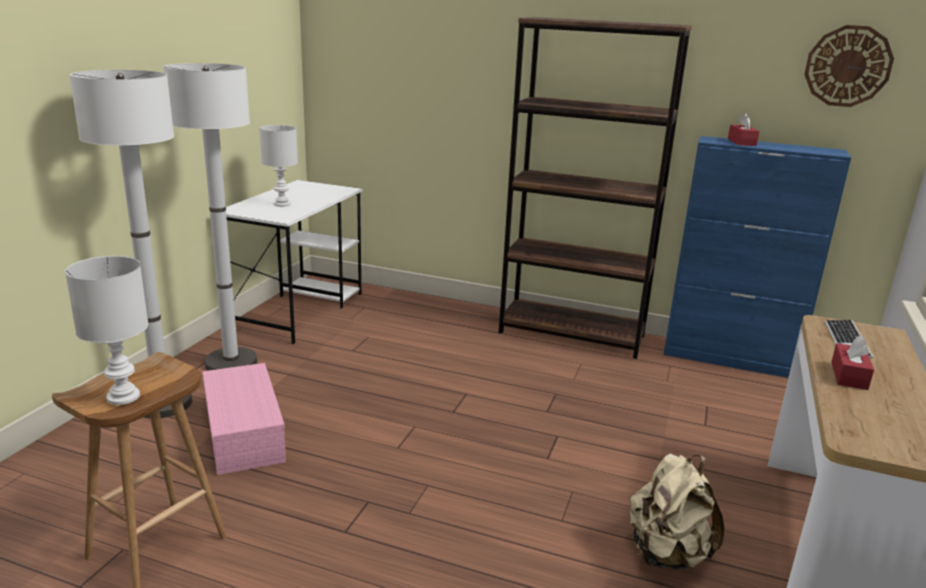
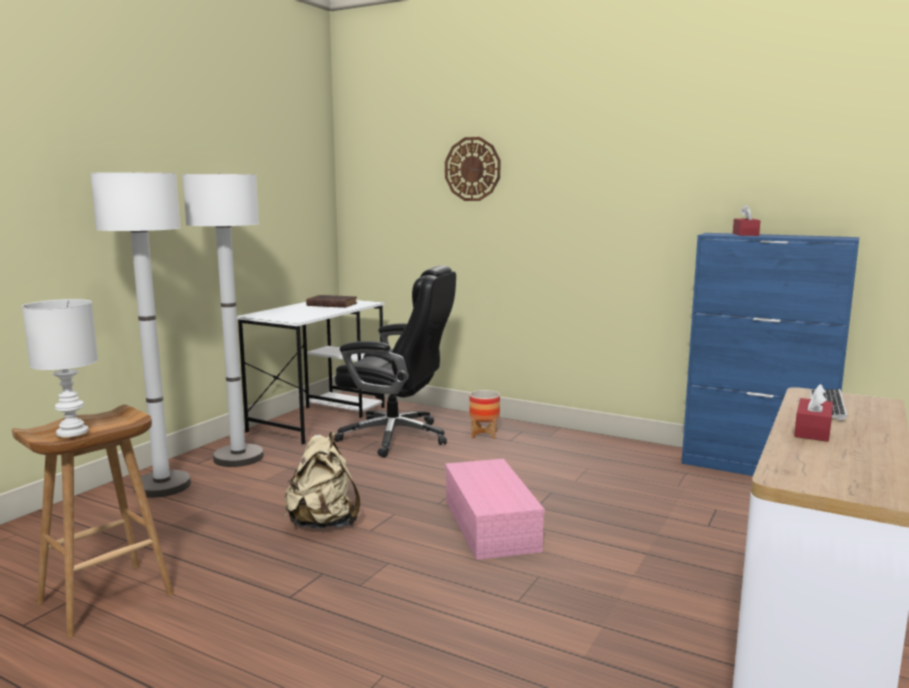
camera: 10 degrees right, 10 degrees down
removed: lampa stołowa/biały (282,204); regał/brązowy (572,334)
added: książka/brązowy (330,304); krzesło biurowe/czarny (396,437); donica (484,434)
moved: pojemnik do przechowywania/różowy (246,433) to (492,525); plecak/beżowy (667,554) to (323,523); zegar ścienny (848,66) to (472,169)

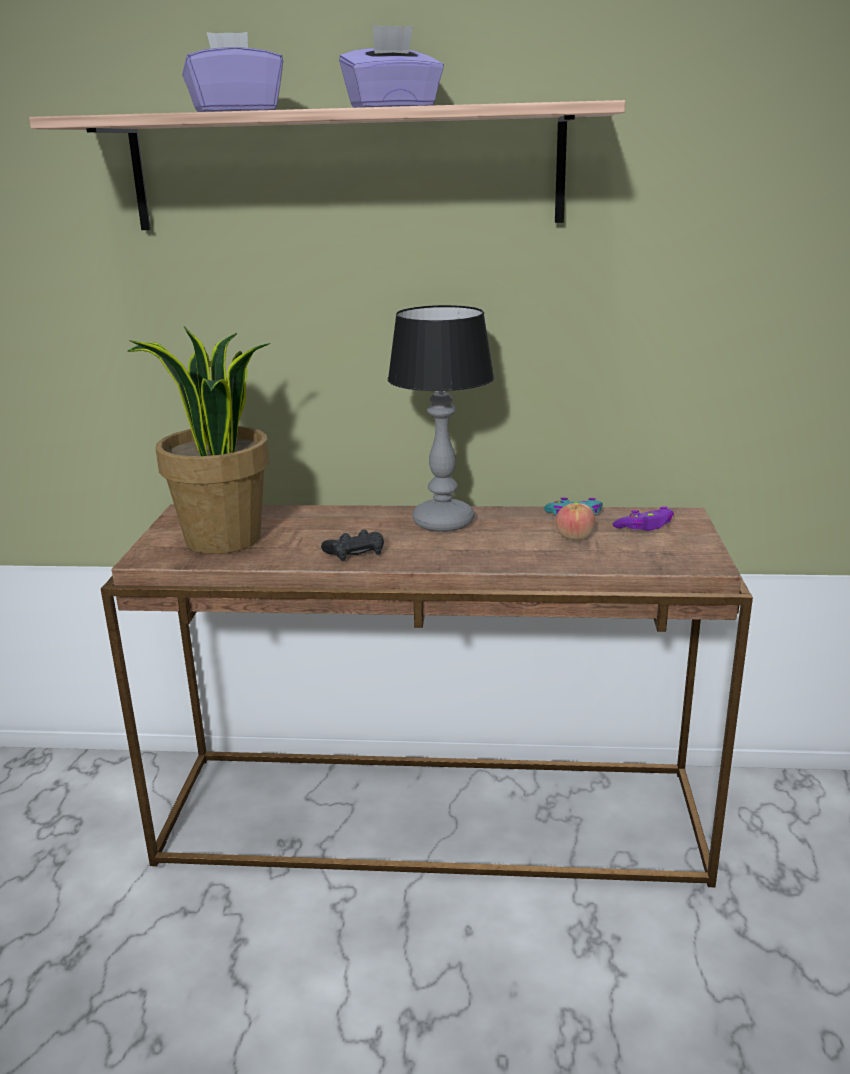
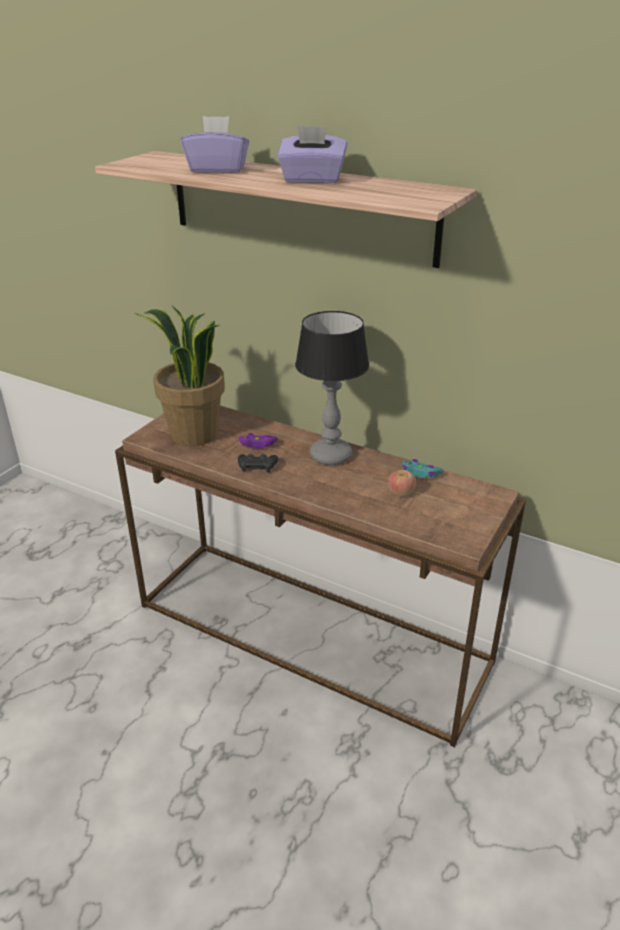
camera: 25 degrees right, 10 degrees up
moved: pad do gier/fioletowy (645,526) to (258,444)

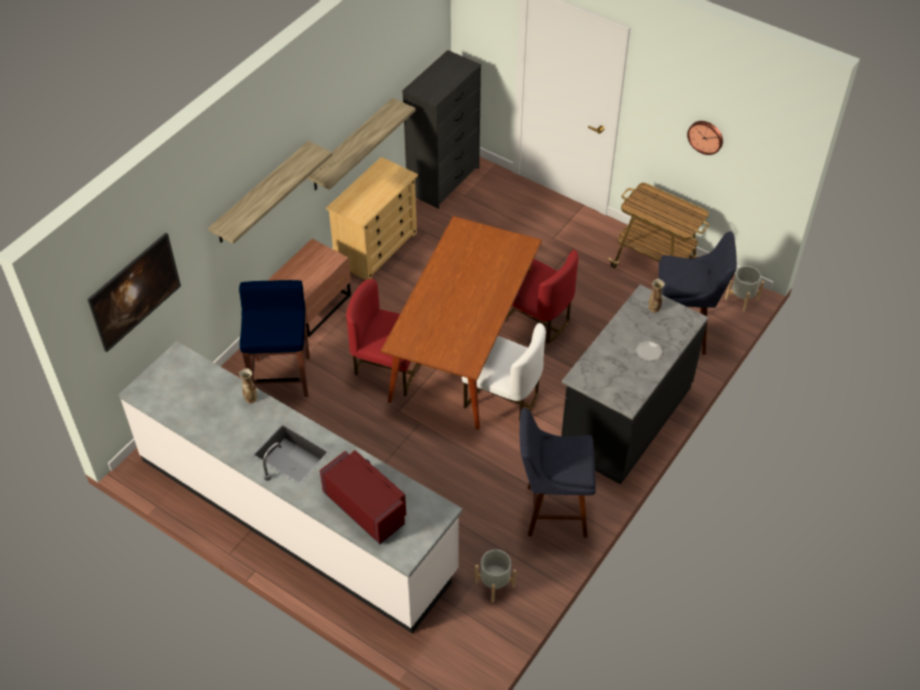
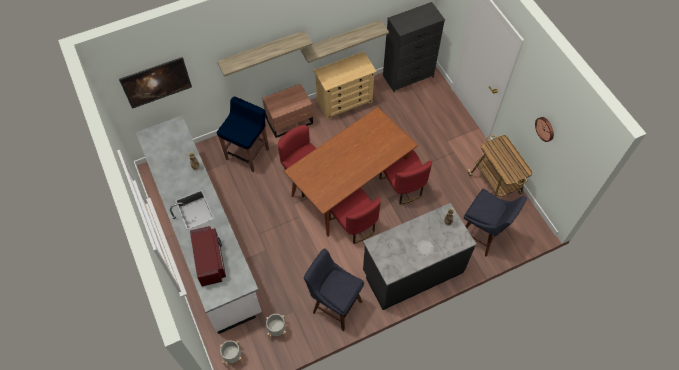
camera: 30 degrees right, 10 degrees up
moved: donica/szary (742,299) to (233,357)
recoloured: krzesło/biały (503,397) to krzesło/czerwony (353,224)

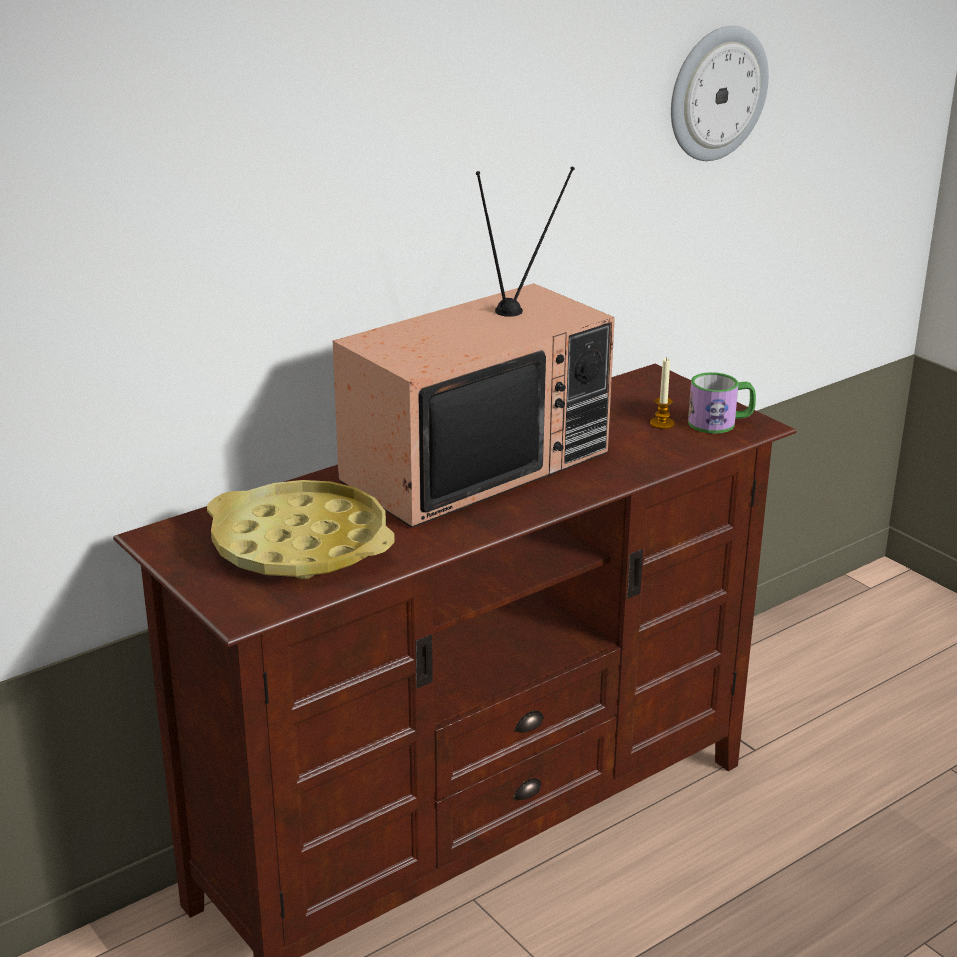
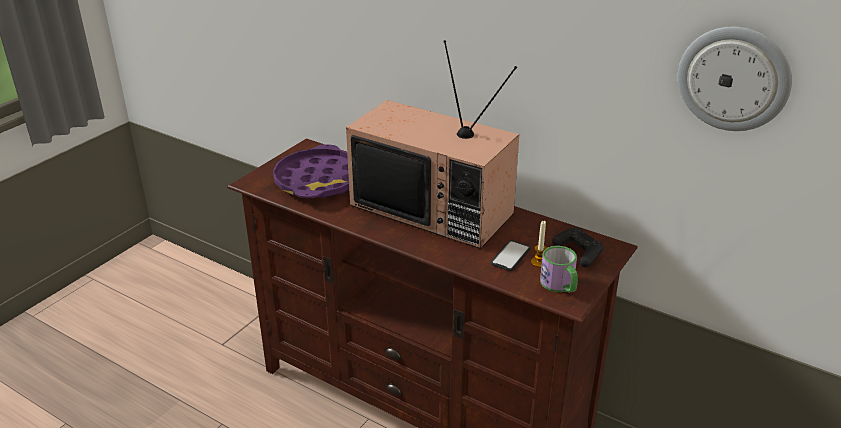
camera: 70 degrees right, 5 degrees up
added: telefon (510,256); pad do gier/czarny (578,252)
recoloured: taca/żółty (300,544) to taca/fioletowy (318,181)

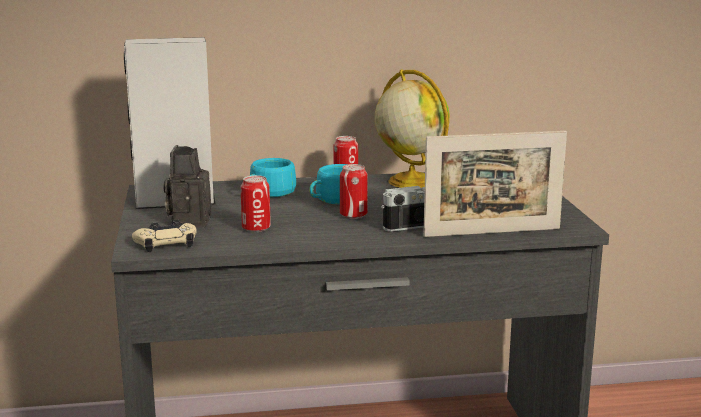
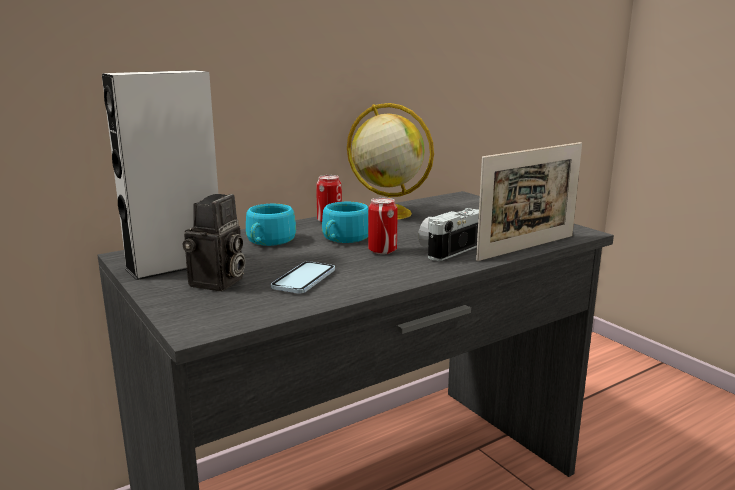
camera: 25 degrees left, 0 degrees up
removed: pad do gier/beżowy (166,243)
replaced: puszka (256,228) to telefon (304,279)
turned: aparat fotograficzny (189,221) = (218,283) 135 degrees counterclockwise

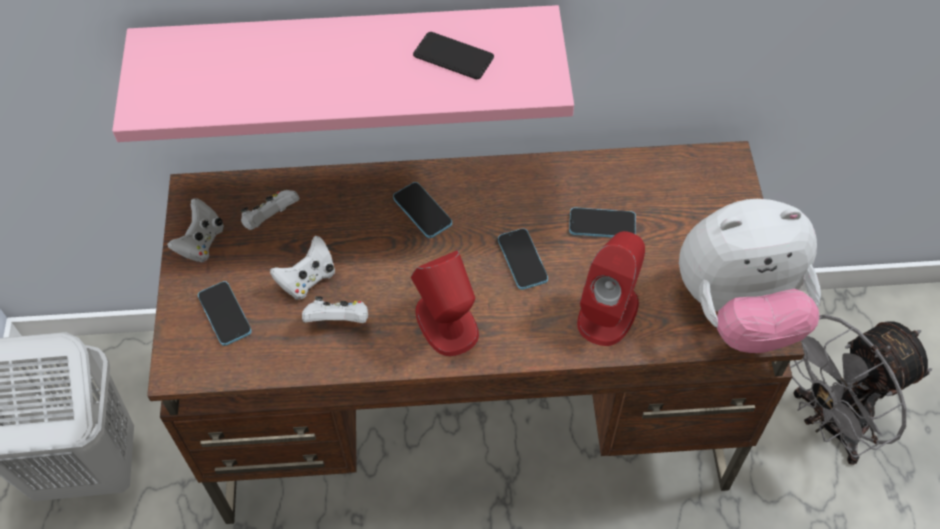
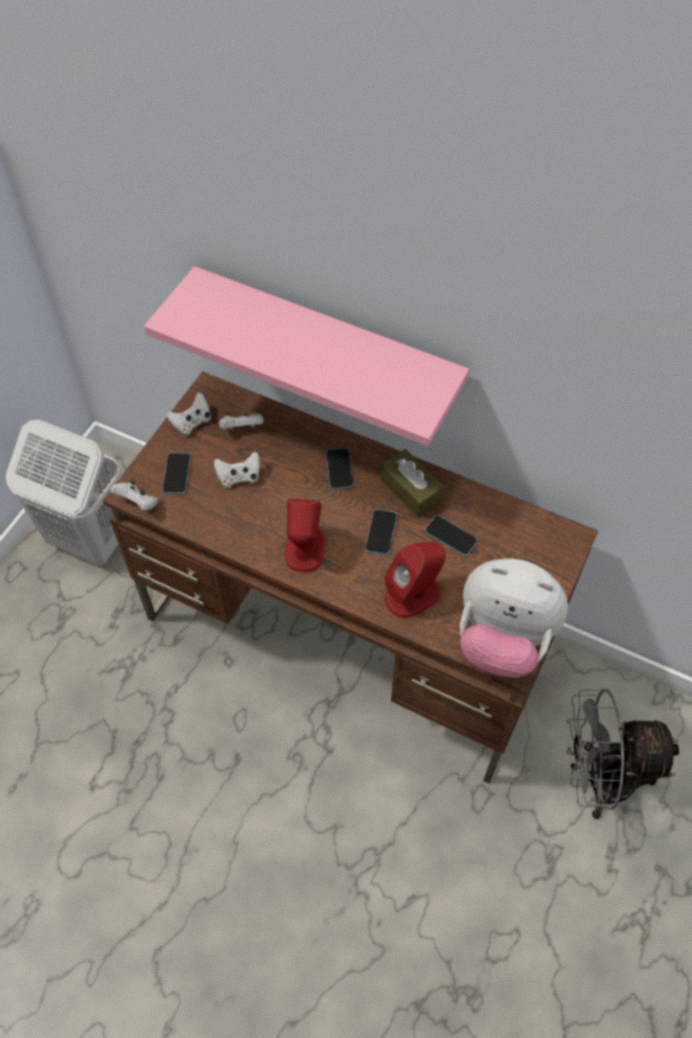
camera: 30 degrees right, 0 degrees up
removed: telefon (453,56)
added: pudełko chusteczek/brązowy (411,490)
moved: pad do gier/biały (338,321) to (138,503)

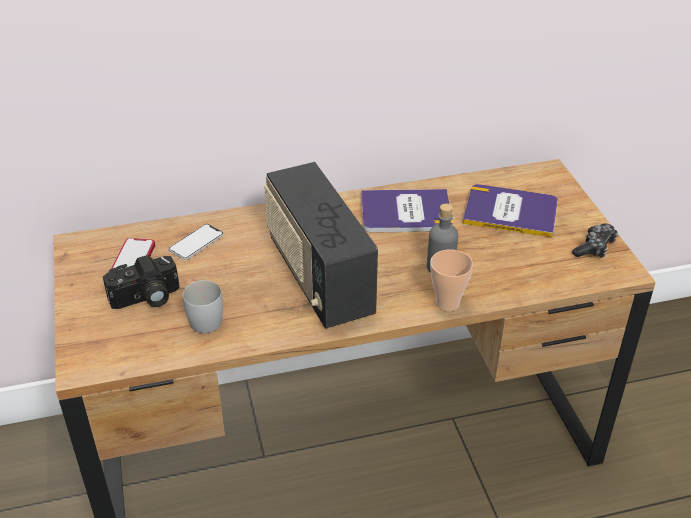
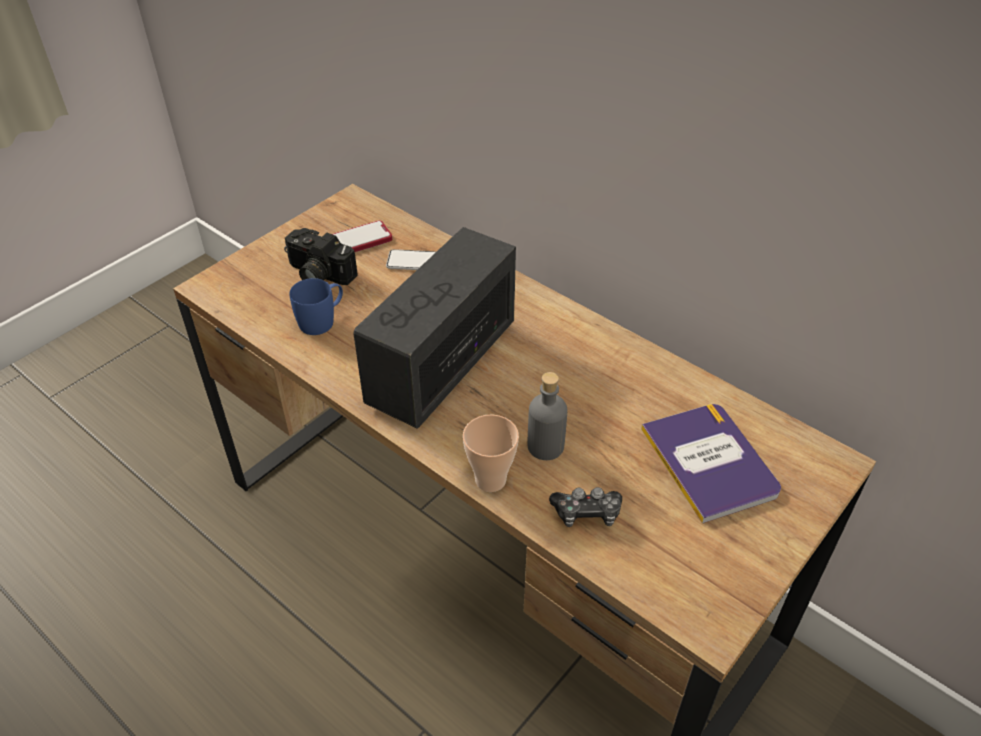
camera: 55 degrees right, 5 degrees up
removed: książka (406,212)
moved: pad do gier (594,247) to (586,513)
recoloured: kubek/biały (205,317) to kubek/niebieski (322,320)

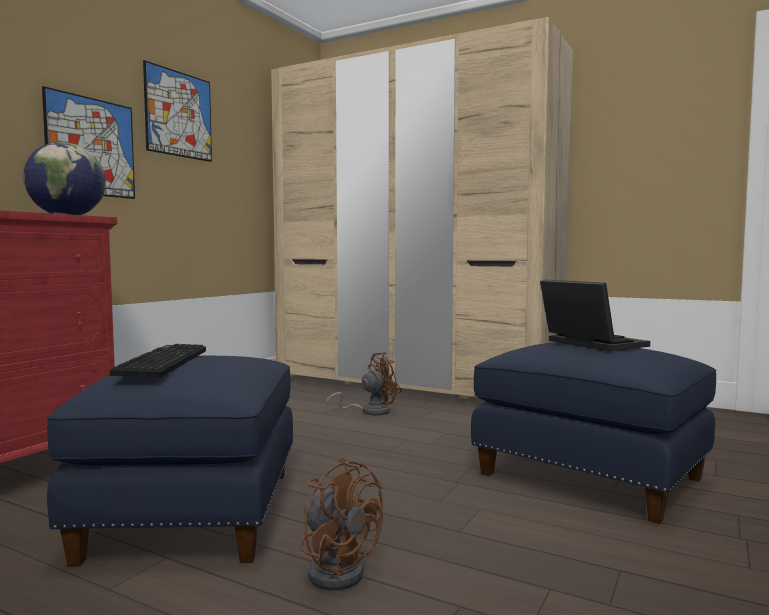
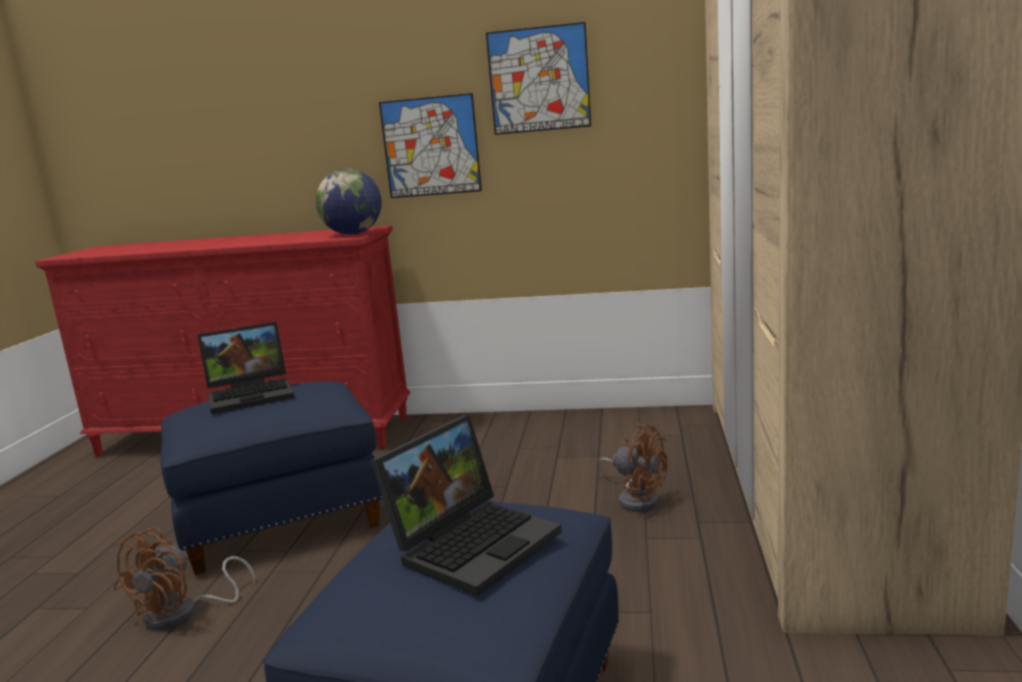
camera: 70 degrees right, 10 degrees up
replaced: klawiatura (161,362) to laptop (252,394)

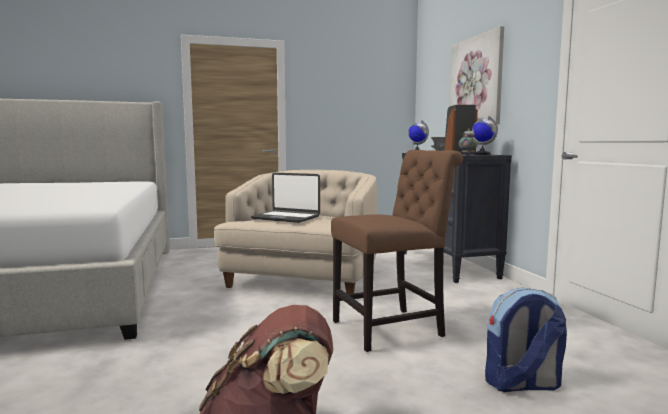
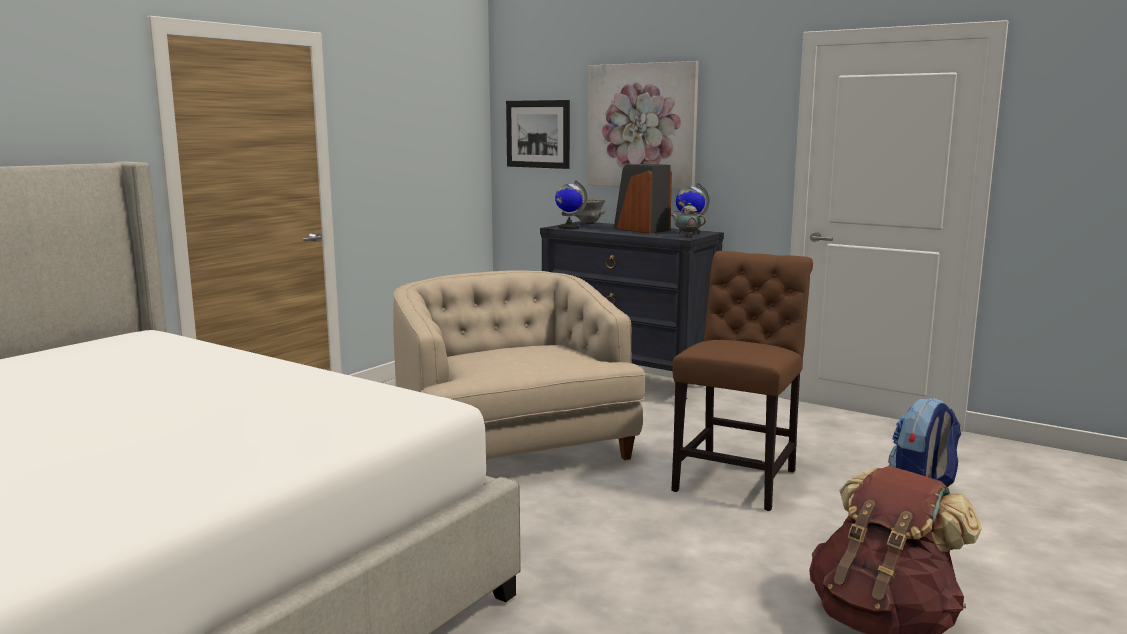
camera: 40 degrees left, 5 degrees up
removed: laptop (286,218)
added: obraz (538,134)

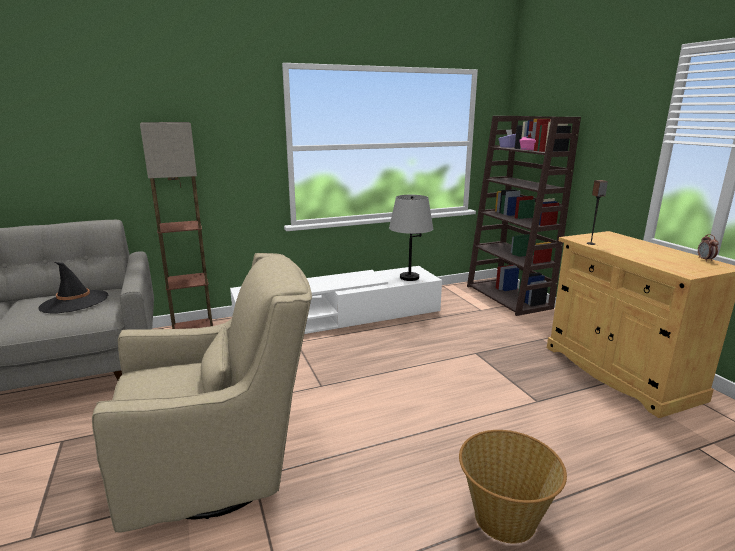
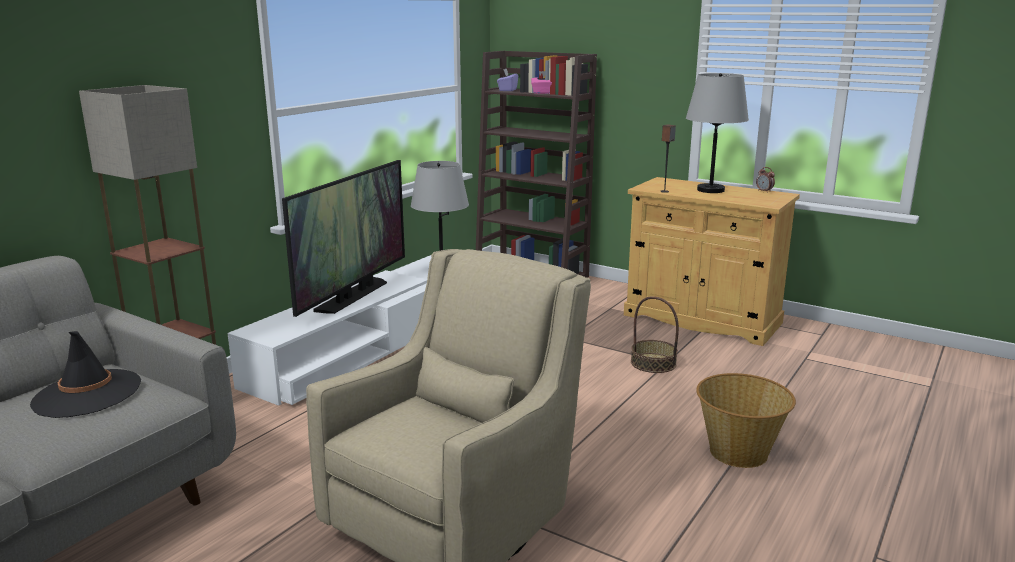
camera: 35 degrees left, 0 degrees up
added: telewizor (353,296); koszyk (653,363); lampa stołowa/szary (710,190)

